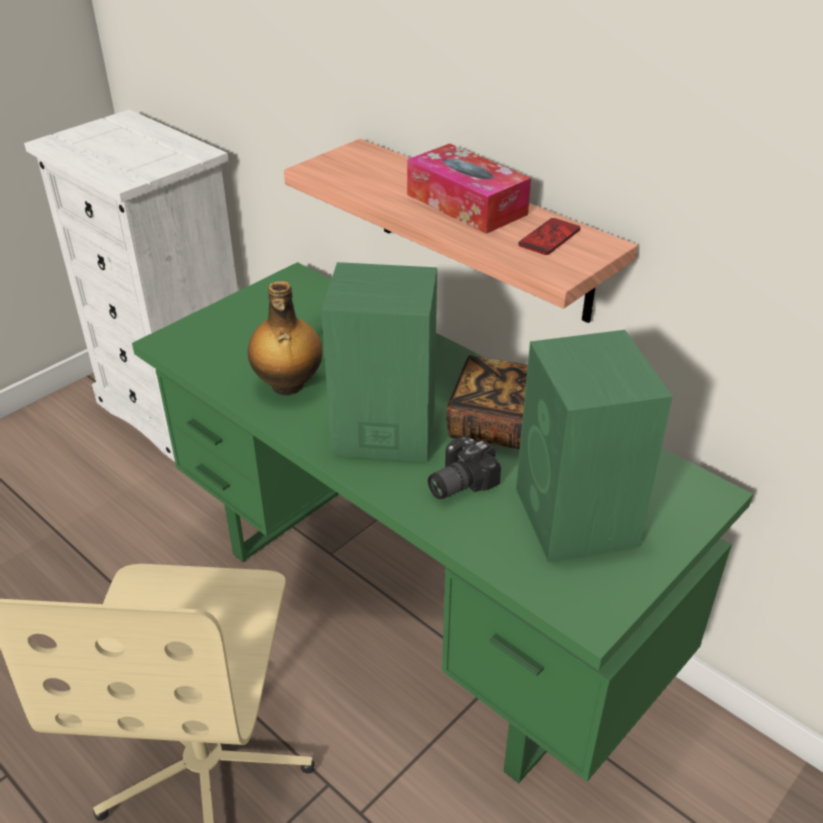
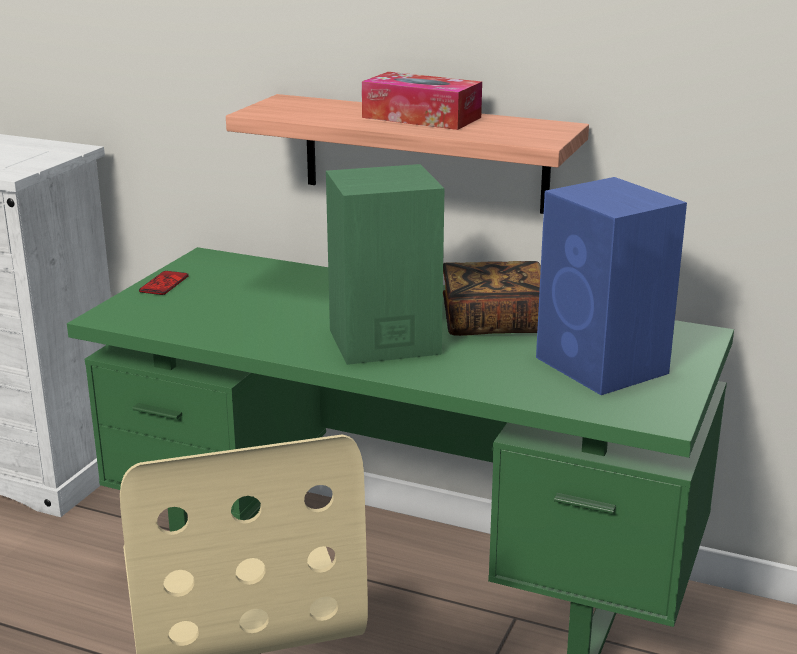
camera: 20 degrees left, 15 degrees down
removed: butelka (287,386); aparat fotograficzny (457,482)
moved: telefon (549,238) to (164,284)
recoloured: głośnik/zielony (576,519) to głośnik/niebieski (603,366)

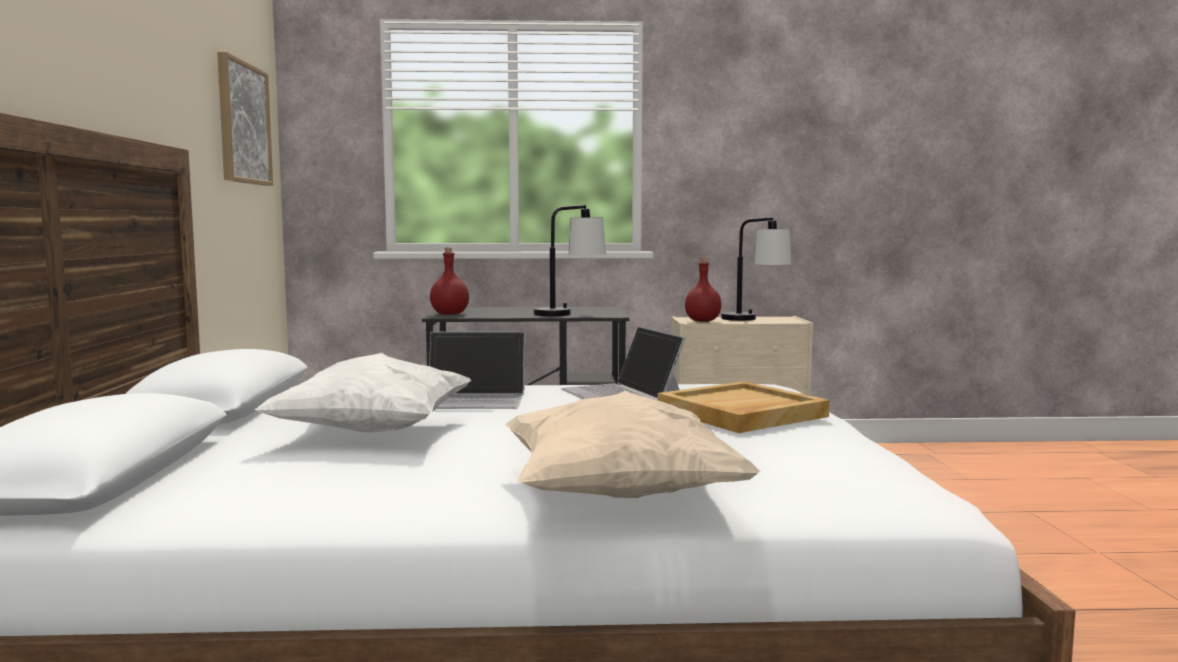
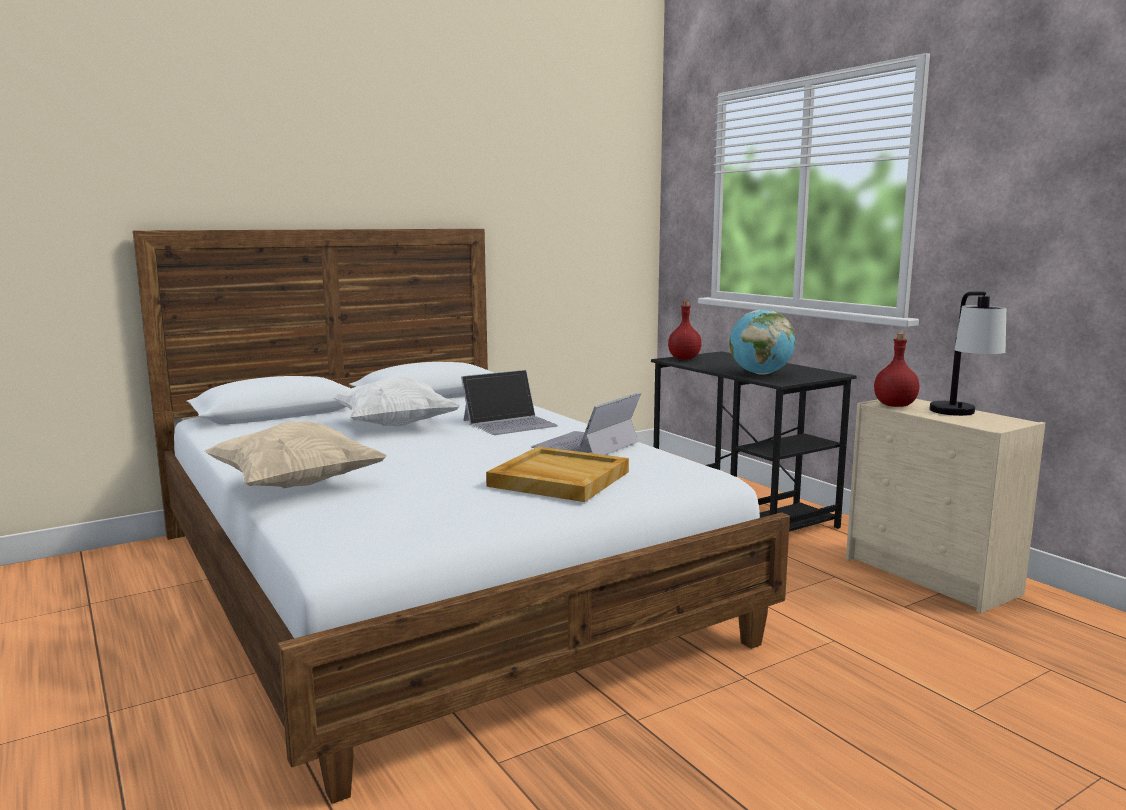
camera: 60 degrees right, 5 degrees up
removed: obraz (243,123)
replaced: lampa stołowa (569,313) to globus (760,374)
turned: laptop (474,398) = (510,423) 90 degrees counterclockwise

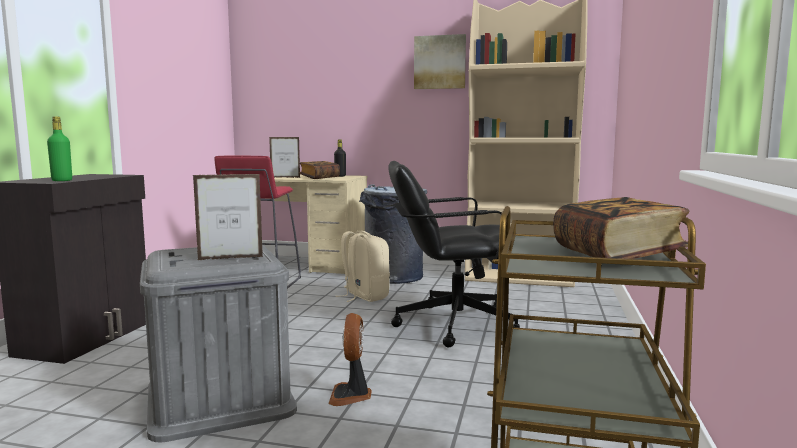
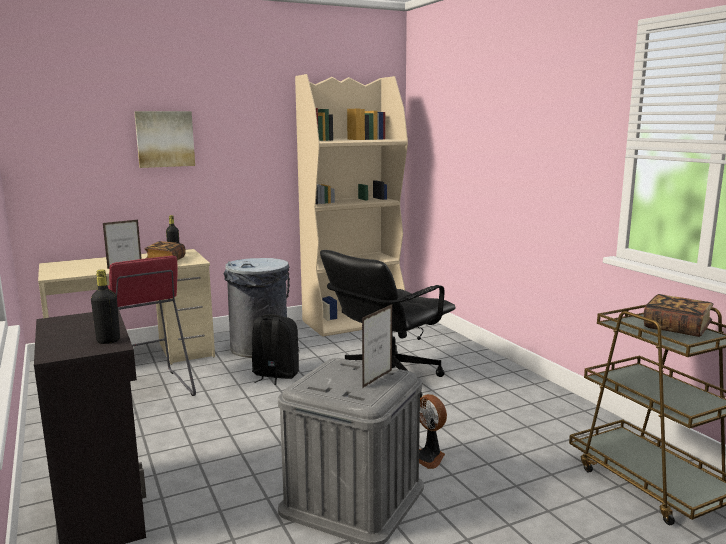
camera: 40 degrees left, 5 degrees up
moved: obraz (440,62) to (165,139)
recoloured: butelka/zielony (62,180) to butelka/czarny (108,341); plecak/beżowy (364,296) to plecak/czarny (275,375)

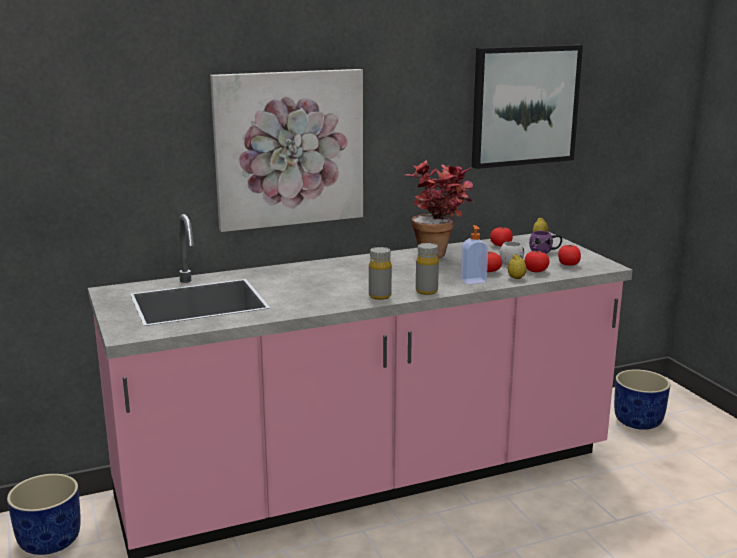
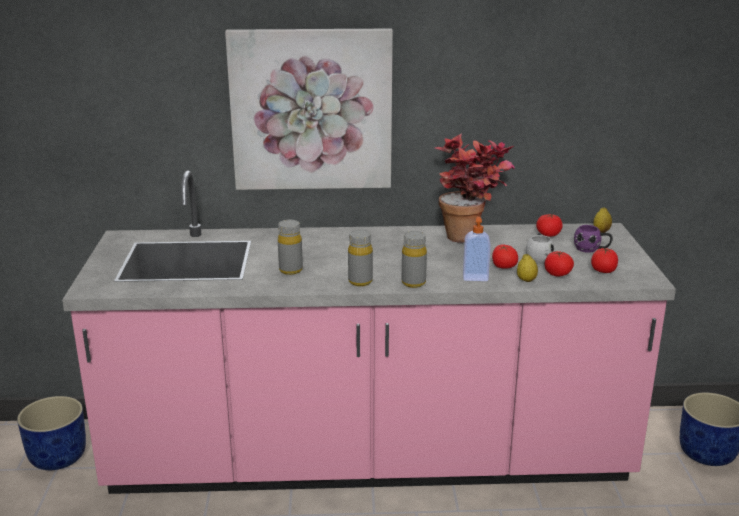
camera: 20 degrees right, 5 degrees up
removed: obraz (524,105)
added: butelka/szary (290,270)

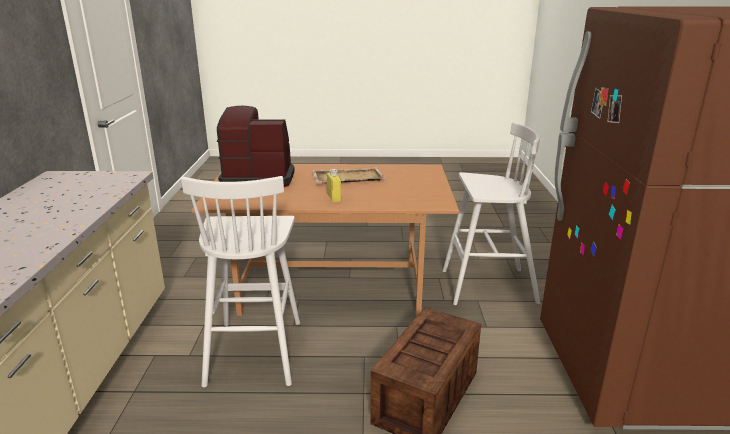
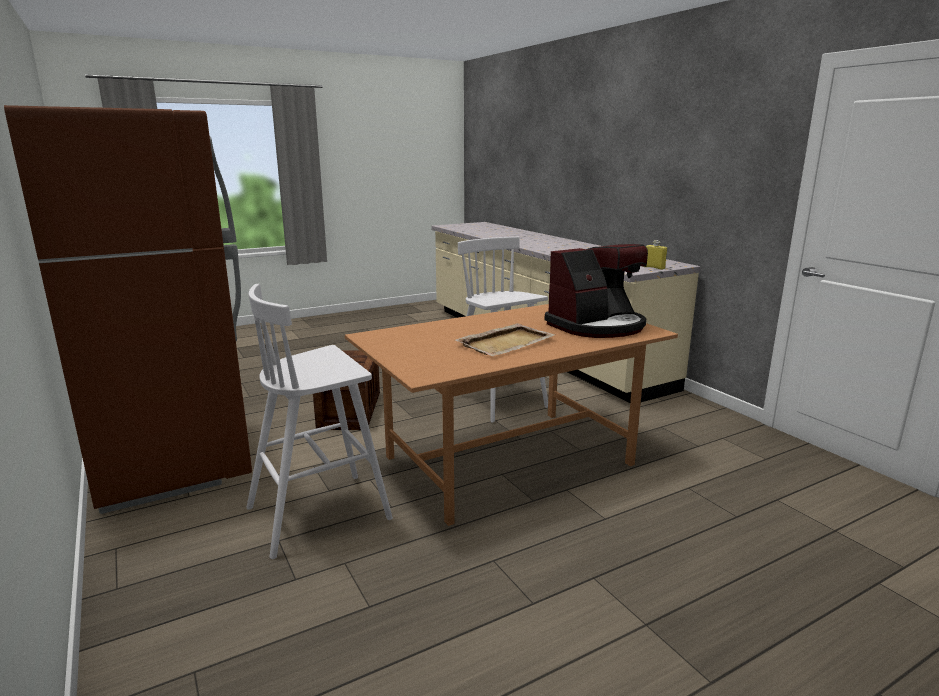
camera: 150 degrees right, 5 degrees down
moved: butelka/żółty (334,198) to (654,268)

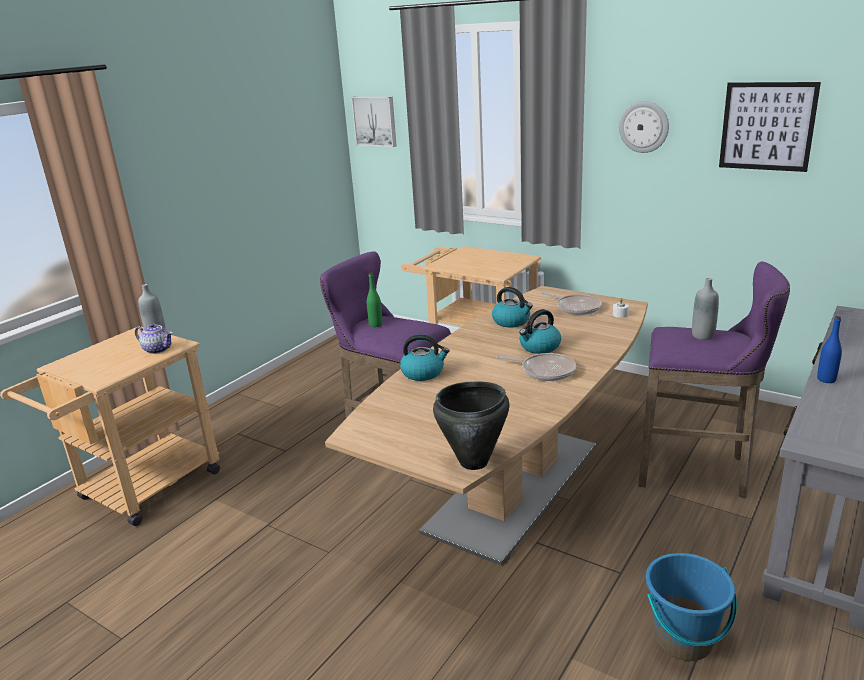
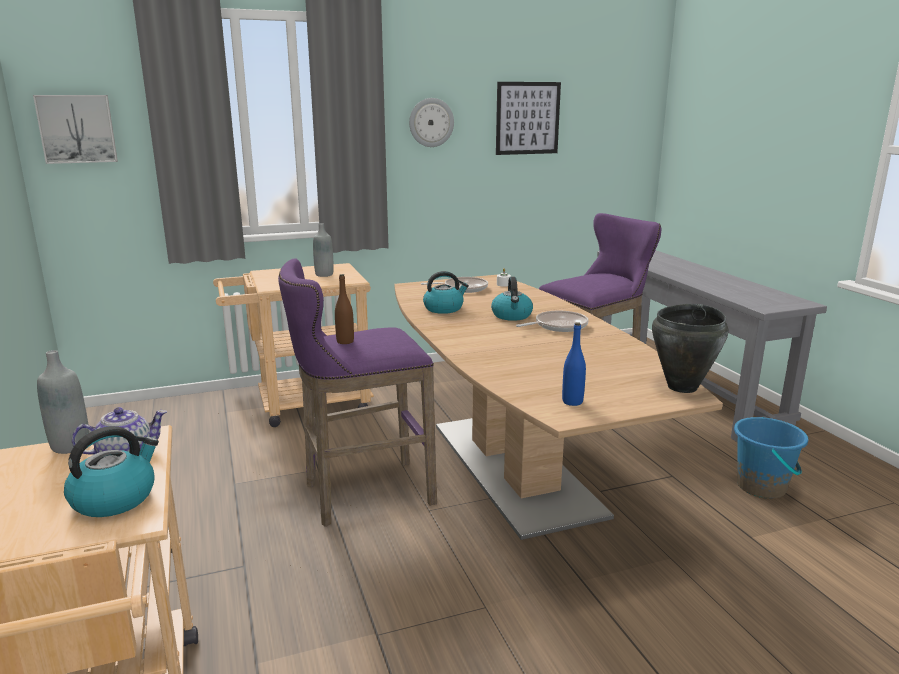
camera: 55 degrees left, 5 degrees down
moved: czajnik (423,373) to (115,498); butelka/szary (703,336) to (324,274); butelka/niebieski (826,379) to (572,402)
recoloured: butelka/zielony (375,324) to butelka/brązowy (345,341)

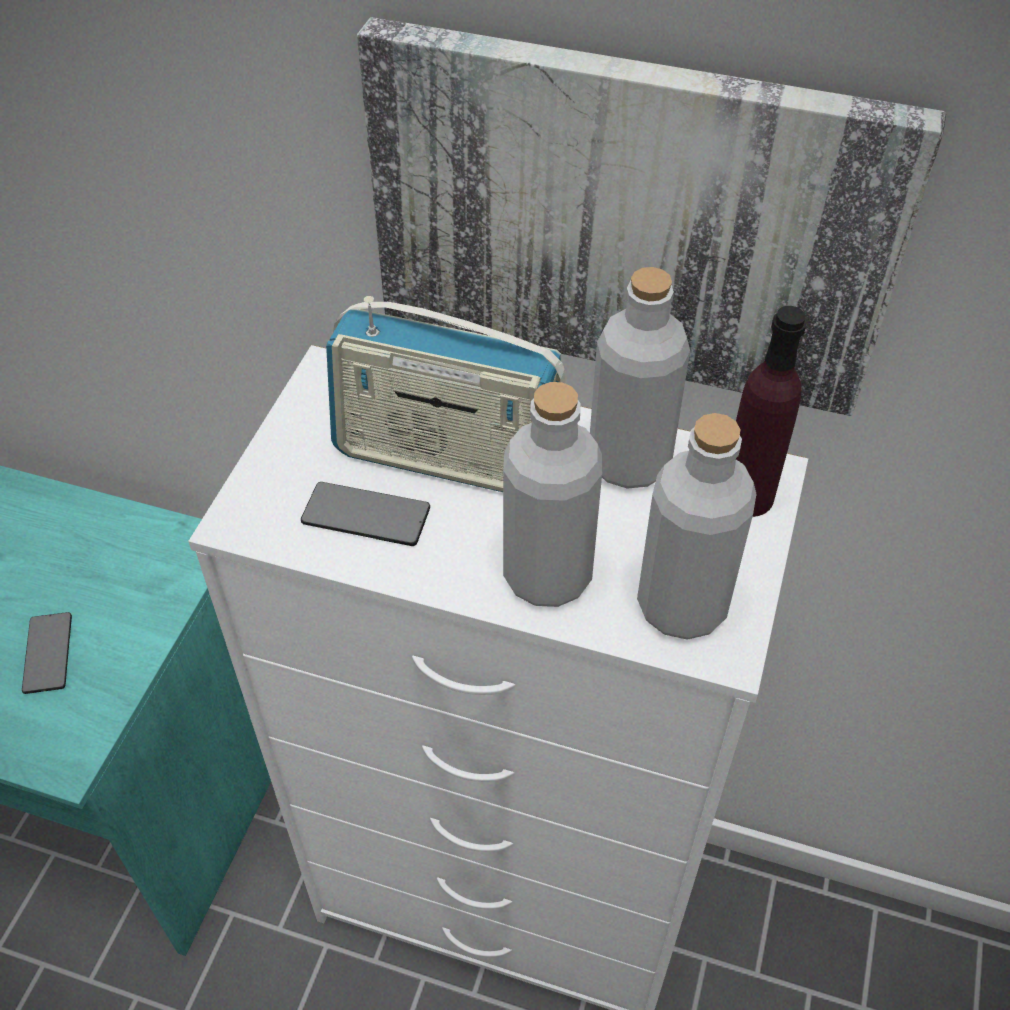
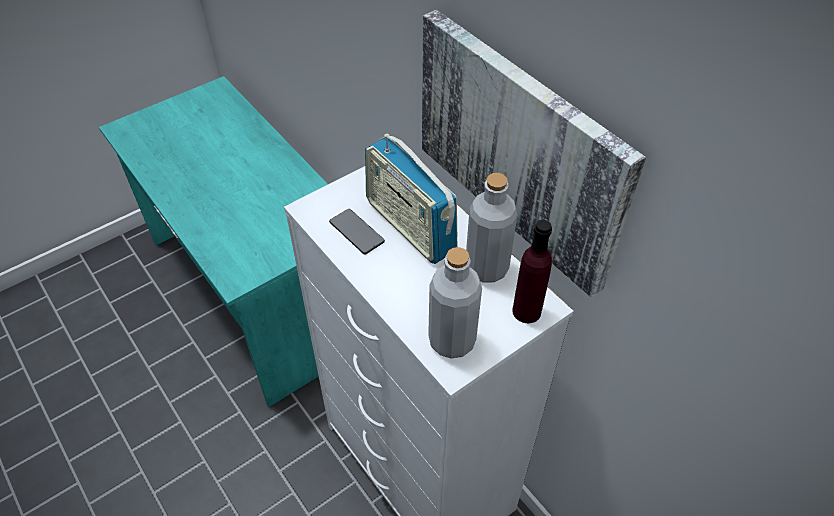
camera: 35 degrees right, 0 degrees up
removed: telefon (48,653); butelka/szary (547,575)

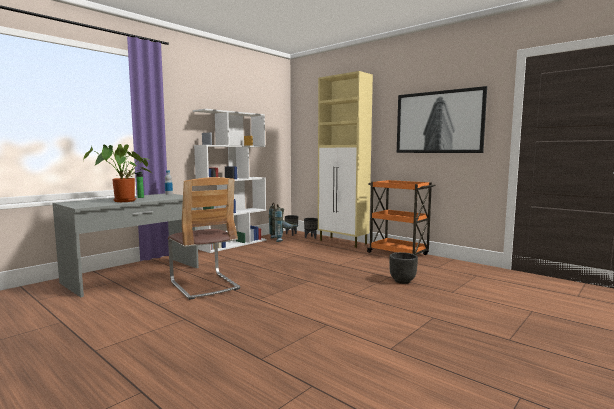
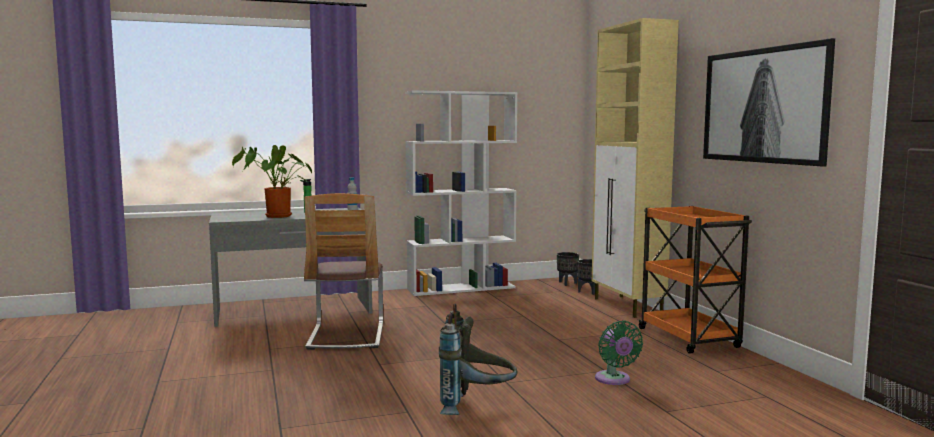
camera: 30 degrees right, 0 degrees up
moved: plecak/szary (283,239) to (476,407)
replaced: donica/czarny (402,281) to wentylator/zielony (614,380)

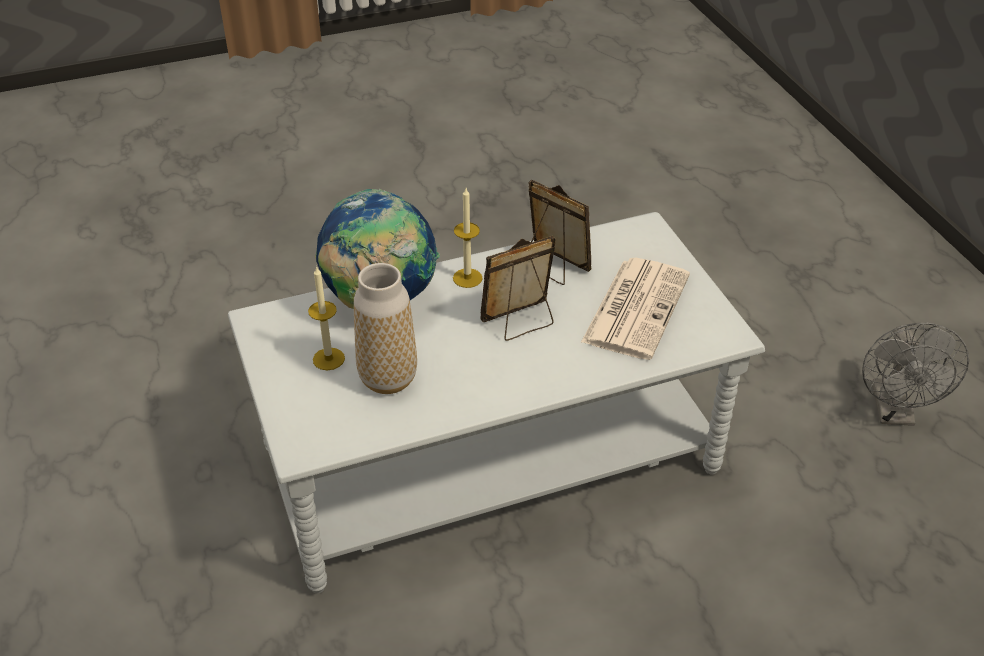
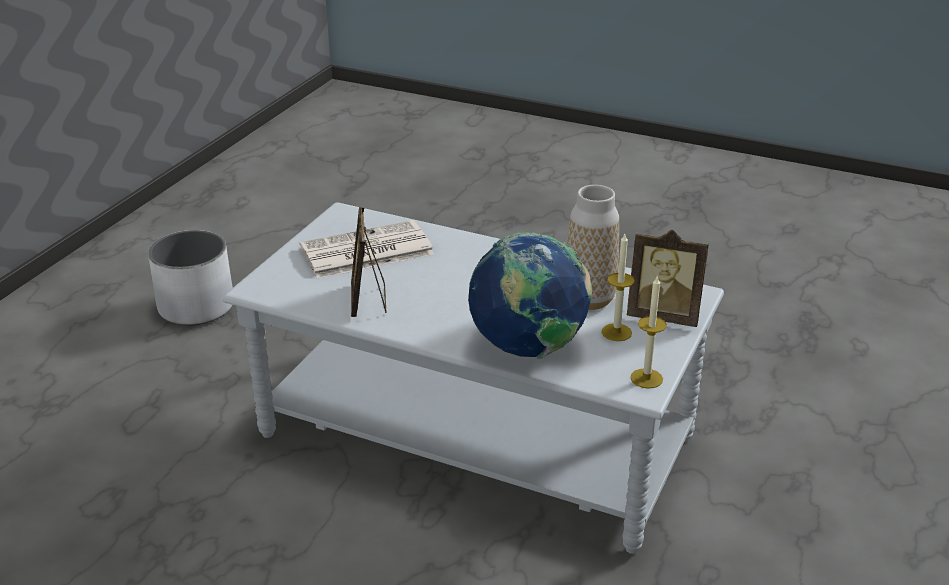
camera: 135 degrees left, 10 degrees down
moved: świeca (467,278) to (646,378); ramka na zdjęcie (520,322) to (664,316)
replaced: wentylator/szary (895,412) to donica/biały (195,307)

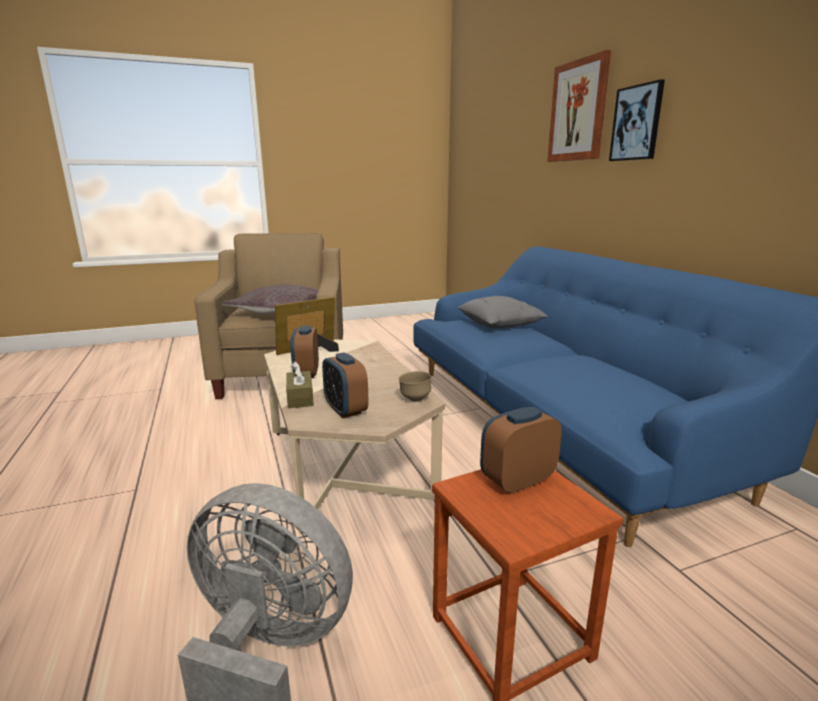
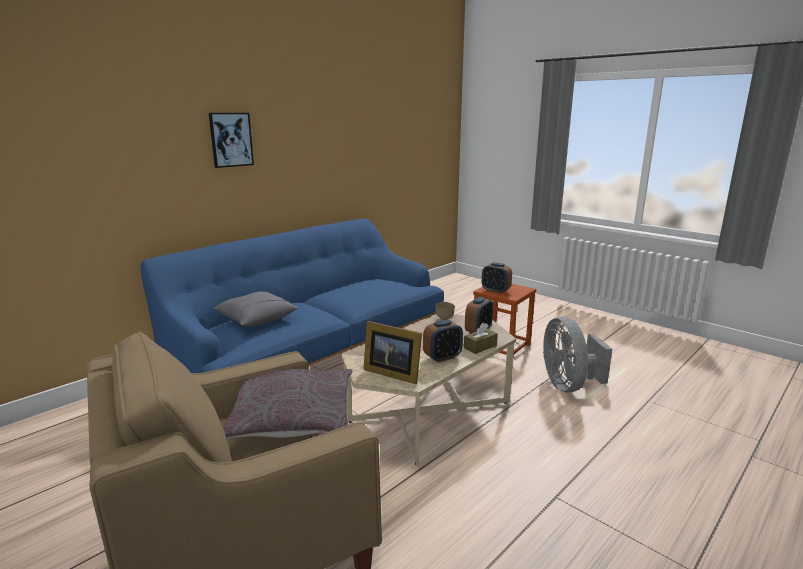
camera: 115 degrees left, 0 degrees up
removed: obraz (578,111)

